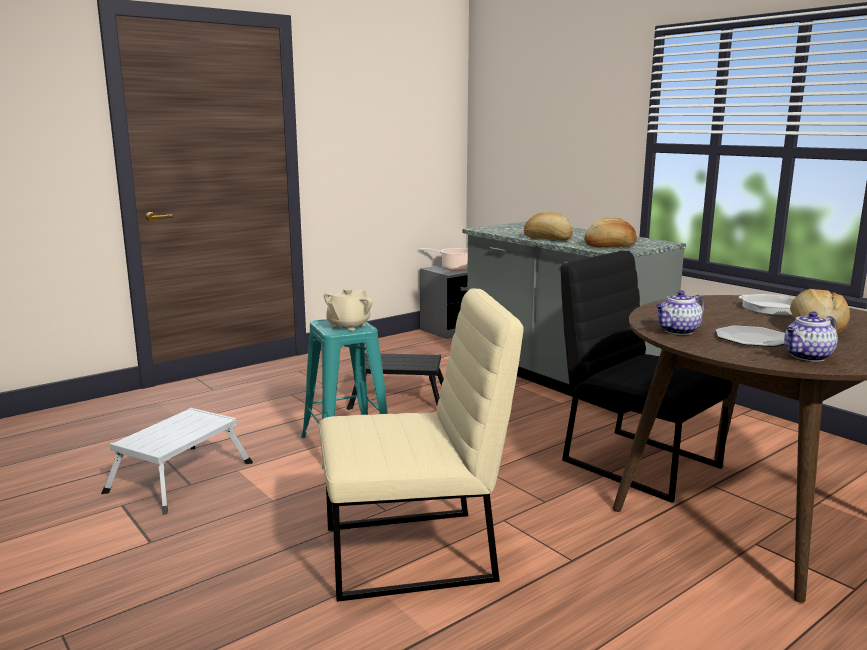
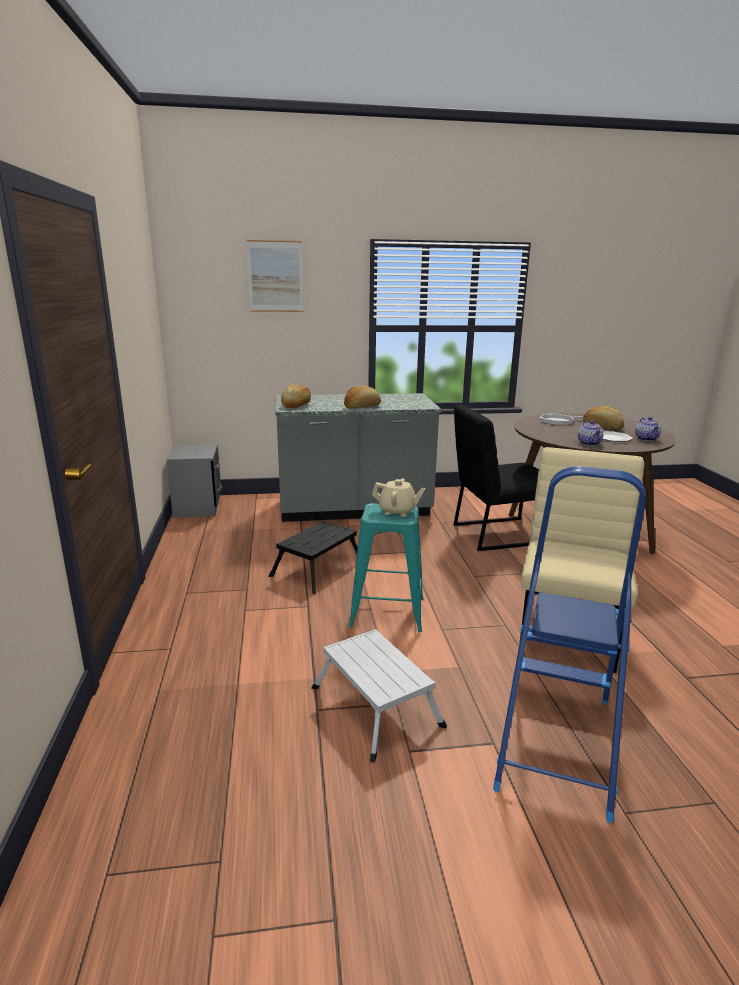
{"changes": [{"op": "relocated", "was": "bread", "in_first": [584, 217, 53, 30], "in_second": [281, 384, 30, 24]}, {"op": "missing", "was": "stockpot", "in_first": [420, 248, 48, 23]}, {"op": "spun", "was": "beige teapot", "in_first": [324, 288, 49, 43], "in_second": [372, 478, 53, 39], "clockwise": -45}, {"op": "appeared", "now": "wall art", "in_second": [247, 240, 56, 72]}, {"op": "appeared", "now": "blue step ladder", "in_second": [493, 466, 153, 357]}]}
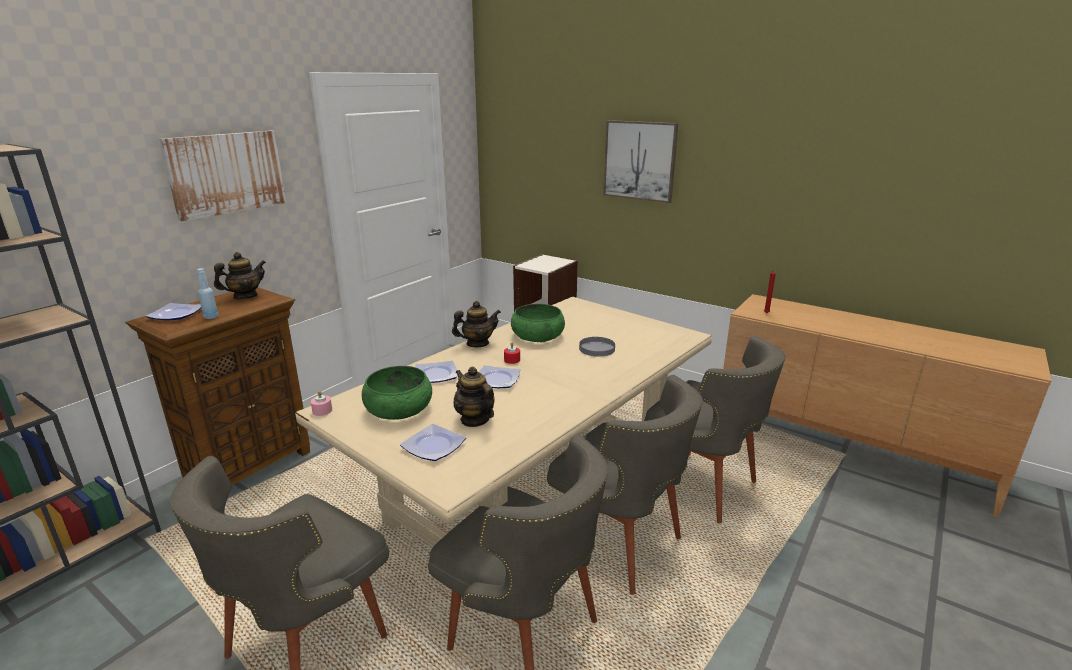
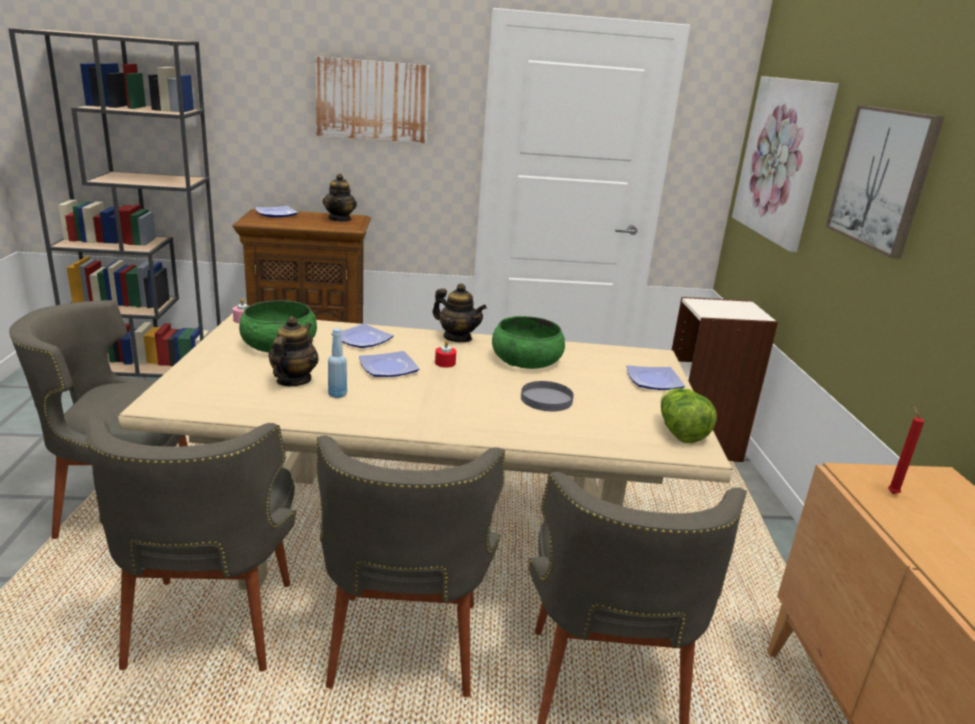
{"changes": [{"op": "spun", "was": "teapot", "in_first": [214, 252, 52, 47], "in_second": [323, 174, 34, 48], "clockwise": 75}, {"op": "relocated", "was": "blue bottle", "in_first": [197, 268, 21, 51], "in_second": [328, 328, 19, 70]}, {"op": "relocated", "was": "dinner plate", "in_first": [400, 424, 66, 37], "in_second": [627, 365, 58, 25]}, {"op": "appeared", "now": "wall art", "in_second": [732, 76, 107, 176]}, {"op": "appeared", "now": "lettuce", "in_second": [661, 388, 56, 55]}]}
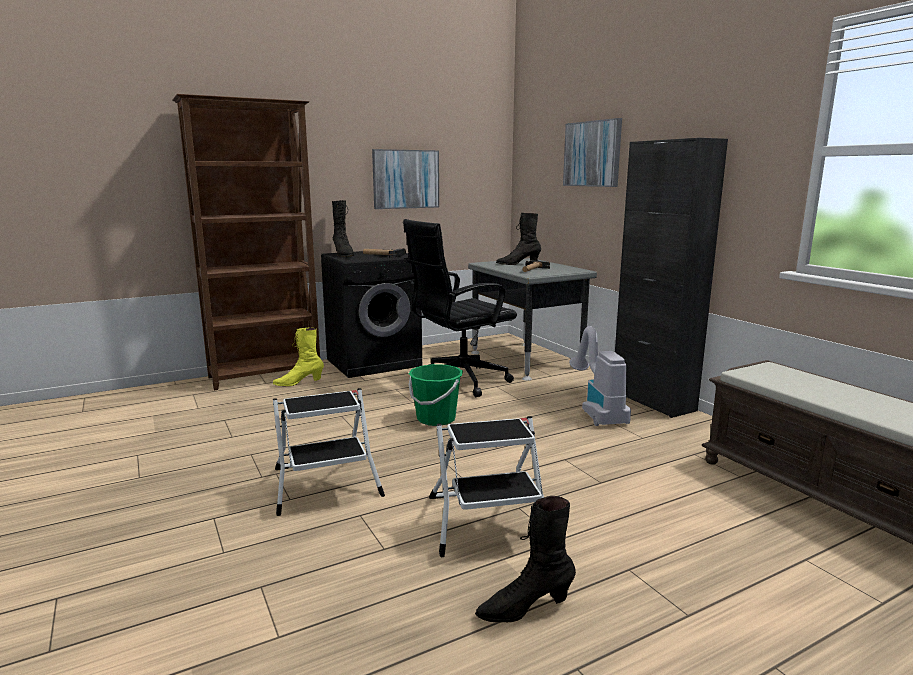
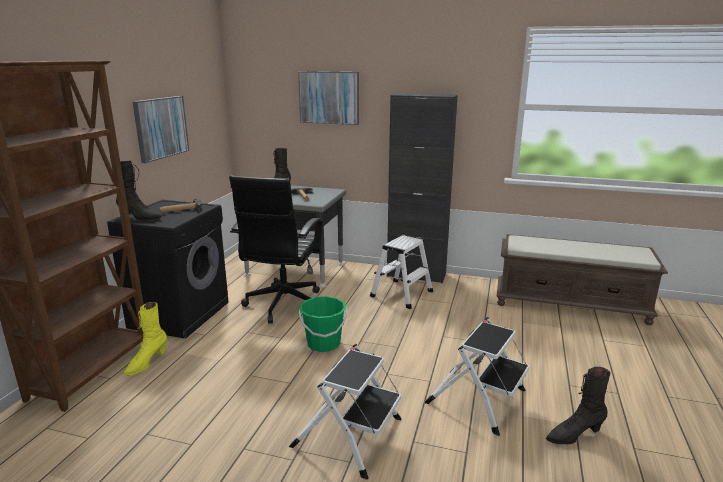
{"changes": [{"op": "exchanged", "was": "vacuum", "now": "white step ladder", "in_first": [569, 326, 62, 100], "in_second": [370, 234, 63, 75]}, {"op": "spun", "was": "blackish boot", "in_first": [475, 496, 101, 127], "in_second": [546, 367, 64, 77], "clockwise": 45}]}
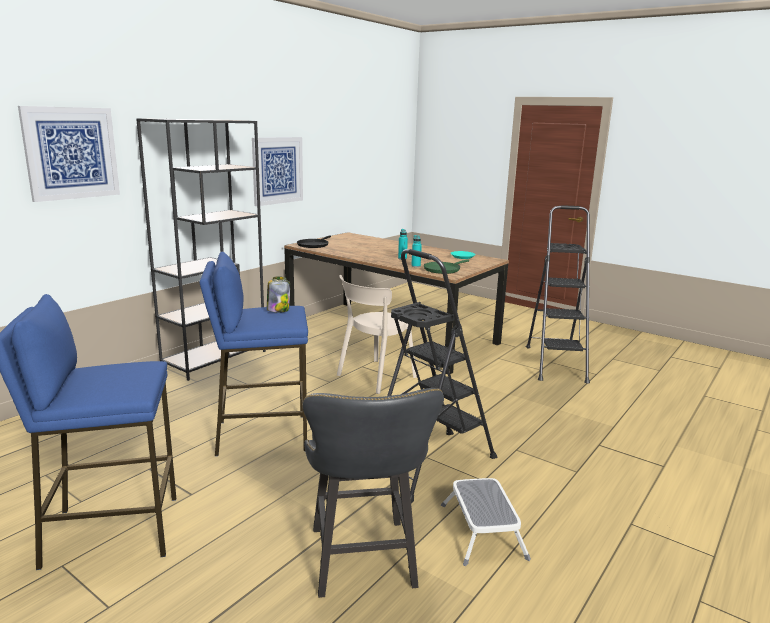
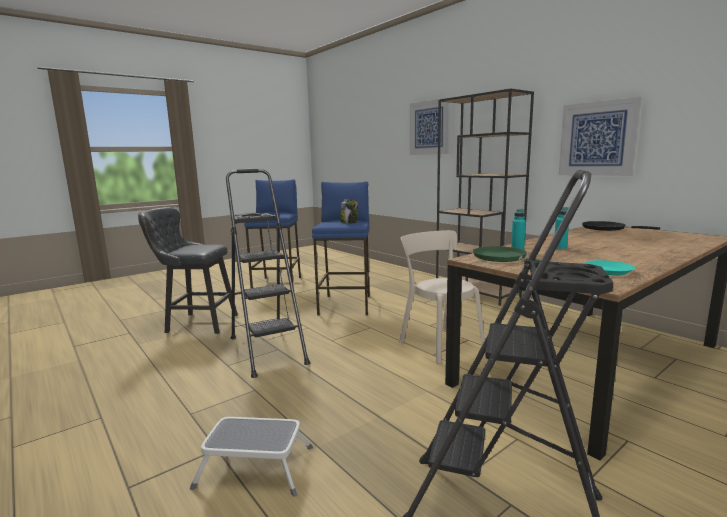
{"changes": [{"op": "relocated", "was": "grey step ladder", "in_first": [441, 478, 90, 88], "in_second": [190, 417, 123, 80]}]}
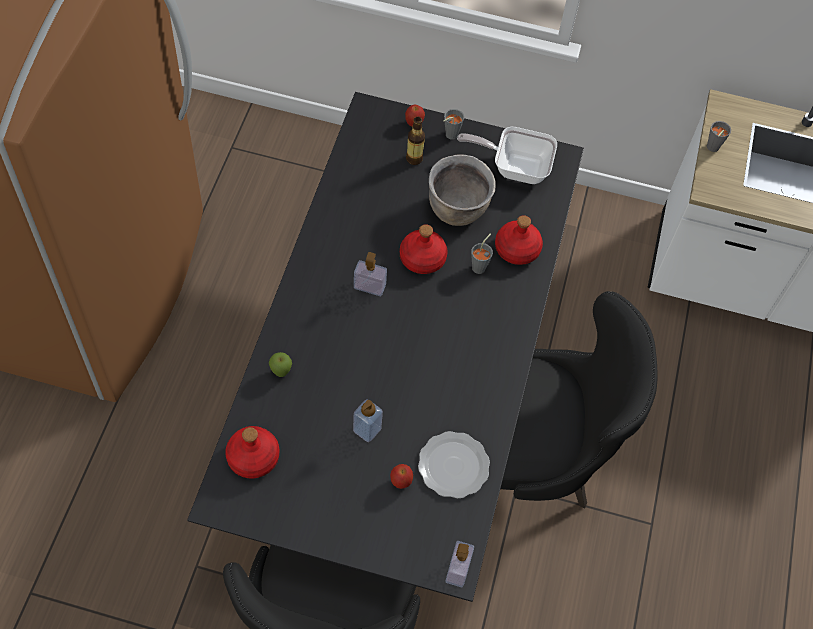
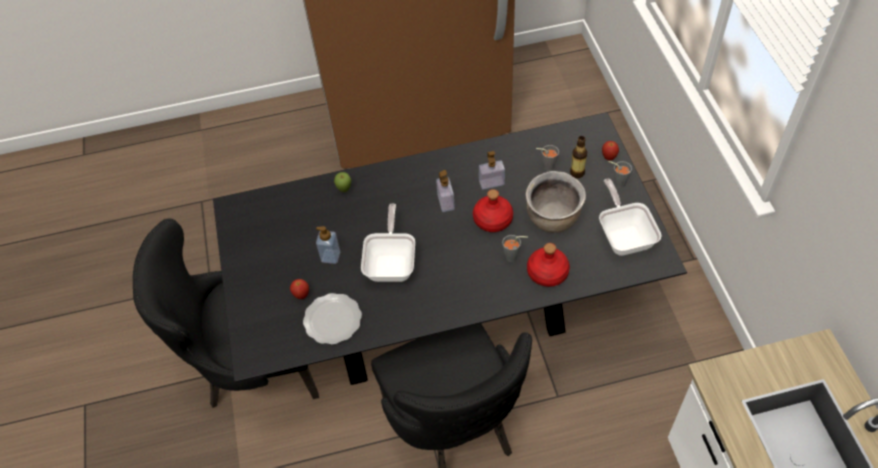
{"changes": [{"op": "relocated", "was": "grey small cup", "in_first": [707, 121, 24, 31], "in_second": [536, 145, 23, 26]}, {"op": "missing", "was": "red-coloured bottle", "in_first": [225, 426, 54, 52]}, {"op": "relocated", "was": "soap dispenser", "in_first": [446, 541, 28, 46], "in_second": [479, 151, 26, 39]}, {"op": "appeared", "now": "pan", "in_second": [361, 204, 54, 78]}]}
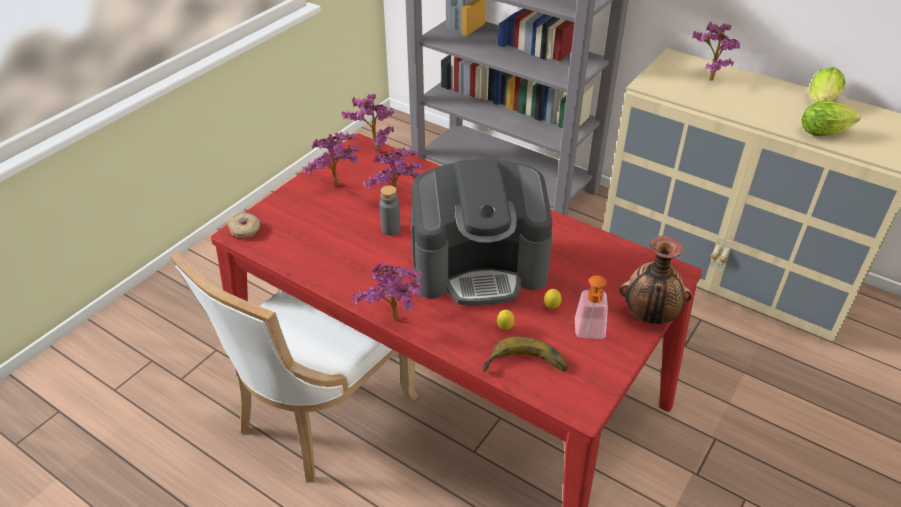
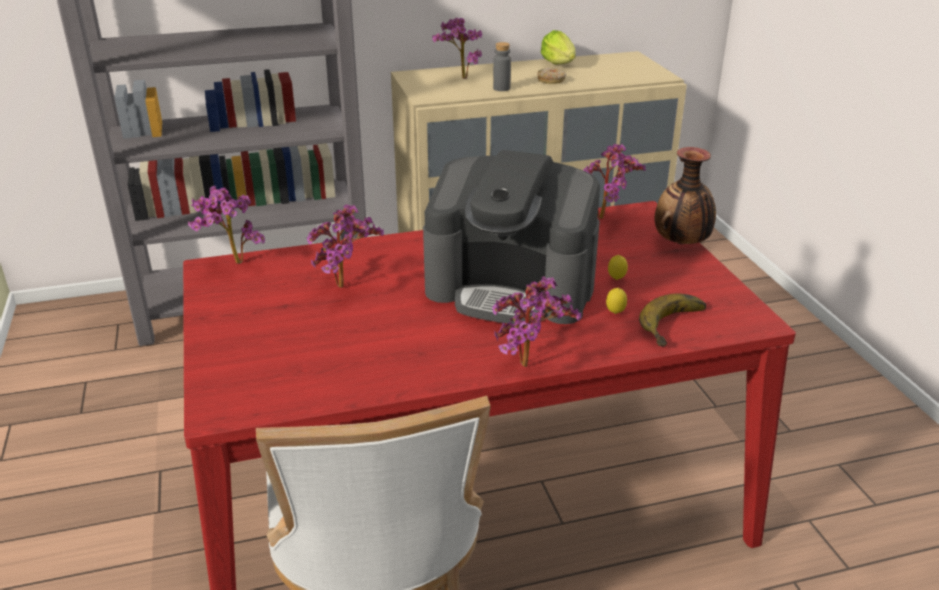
{"changes": [{"op": "missing", "was": "lettuce", "in_first": [802, 101, 58, 35]}, {"op": "relocated", "was": "houseplant", "in_first": [303, 132, 57, 54], "in_second": [583, 144, 63, 75]}, {"op": "spun", "was": "coffee brewer", "in_first": [411, 159, 142, 147], "in_second": [423, 150, 177, 174], "clockwise": 75}, {"op": "relocated", "was": "grey bottle", "in_first": [380, 185, 21, 51], "in_second": [493, 42, 18, 49]}, {"op": "relocated", "was": "donut", "in_first": [228, 213, 32, 25], "in_second": [537, 68, 29, 16]}, {"op": "missing", "was": "soap dispenser", "in_first": [575, 275, 33, 64]}]}
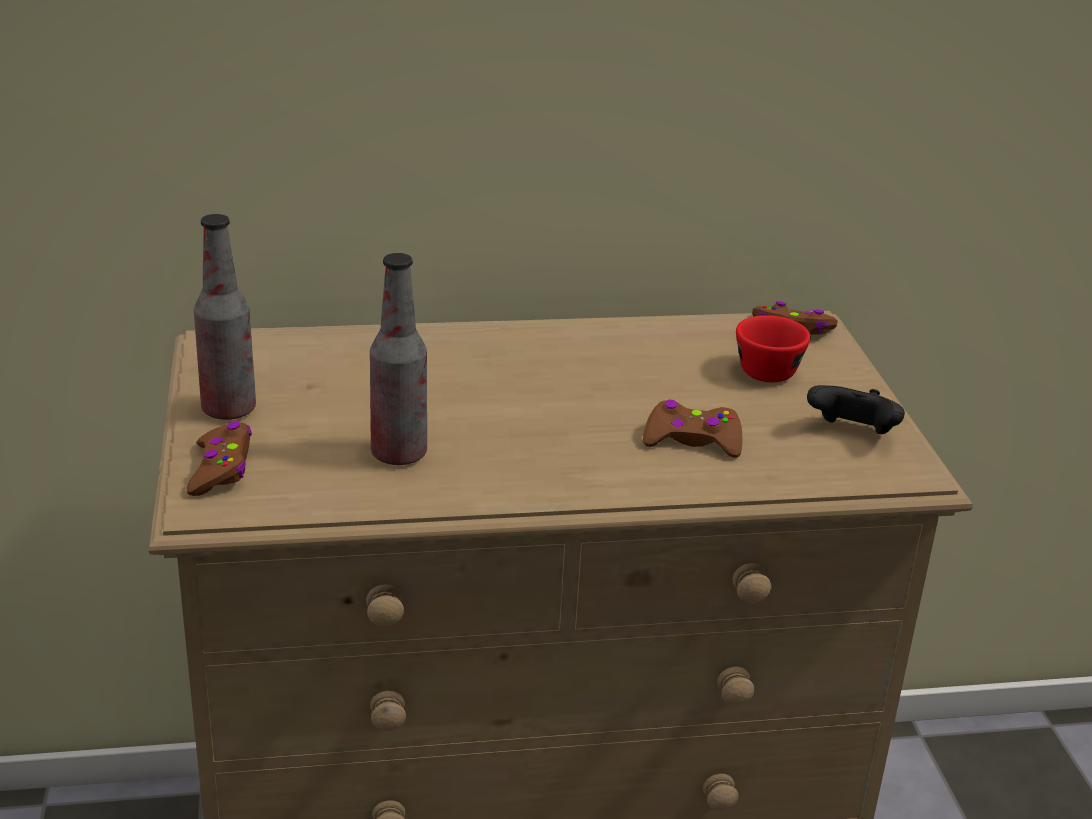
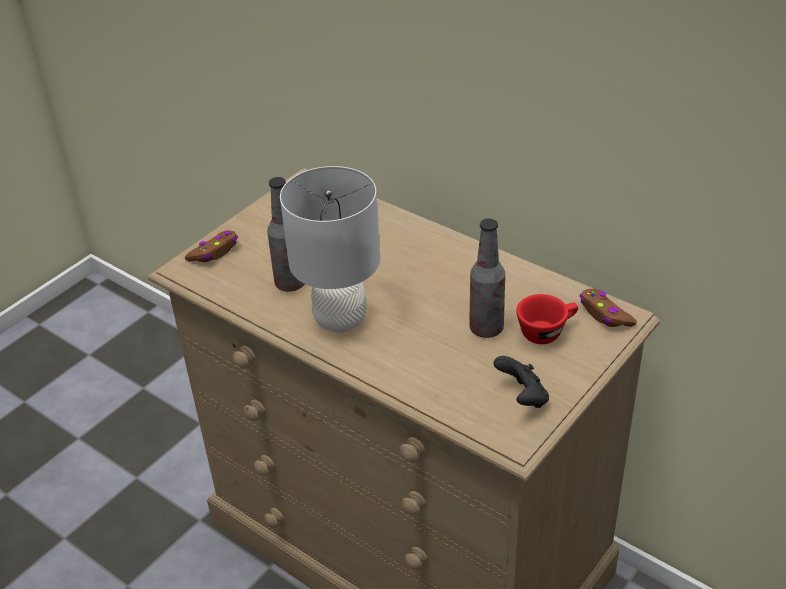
{"changes": [{"op": "relocated", "was": "bottle", "in_first": [194, 214, 62, 206], "in_second": [469, 218, 36, 120]}, {"op": "missing", "was": "brown-coloured gamepad", "in_first": [643, 399, 99, 59]}, {"op": "appeared", "now": "grey tabletop lamp", "in_second": [280, 166, 100, 167]}]}
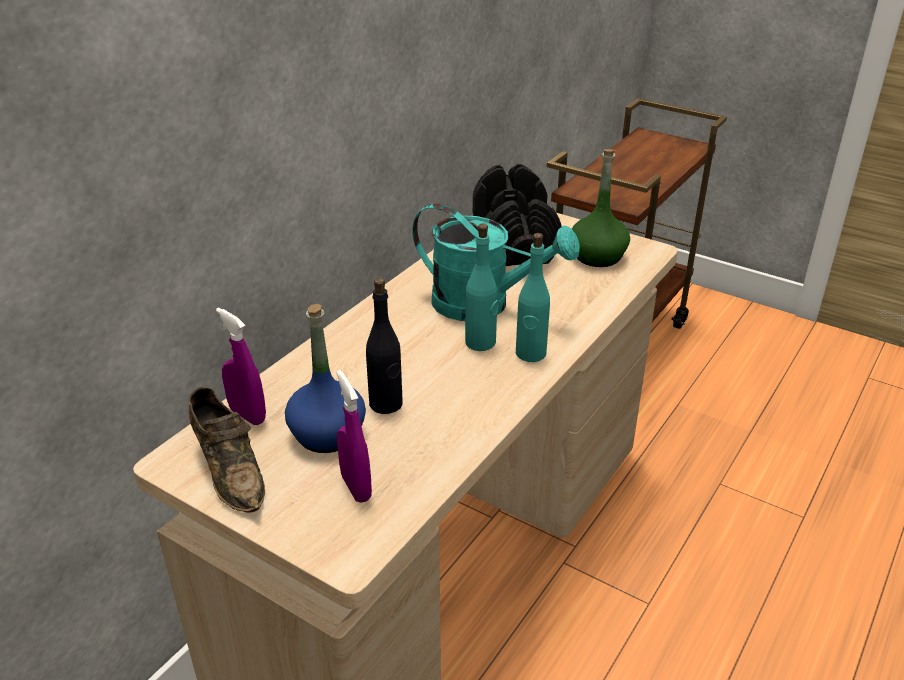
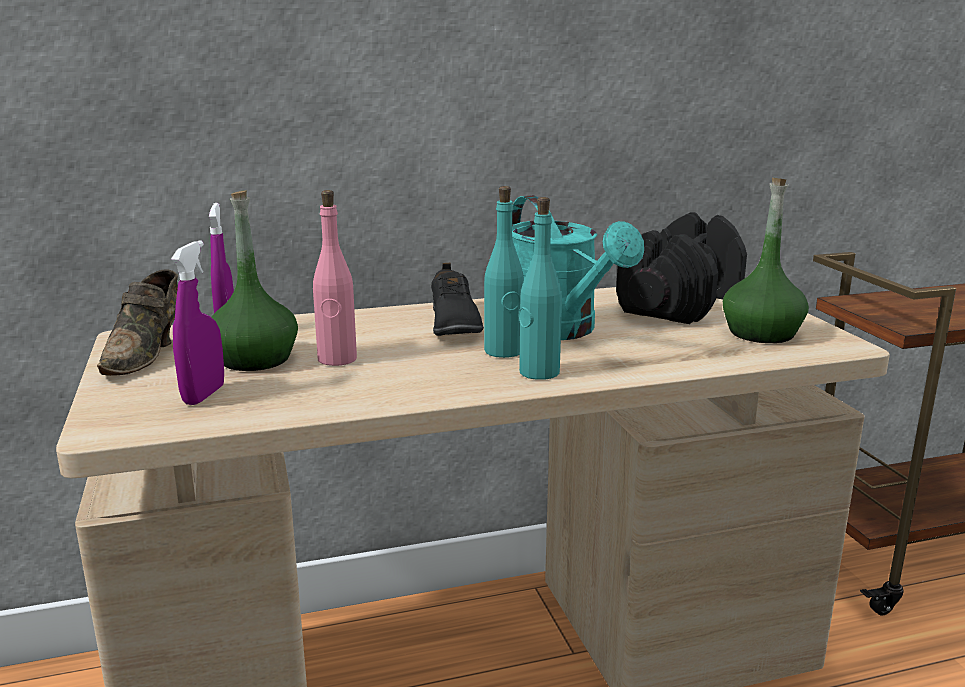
{"changes": [{"op": "colour", "was": "blackish bottle", "now": "pinkish bottle", "in_first": [366, 278, 37, 136], "in_second": [313, 190, 44, 176]}, {"op": "colour", "was": "blue bottle", "now": "green bottle", "in_first": [285, 304, 81, 149], "in_second": [212, 190, 86, 181]}, {"op": "appeared", "now": "blackish item of footwear", "in_second": [431, 263, 53, 73]}]}
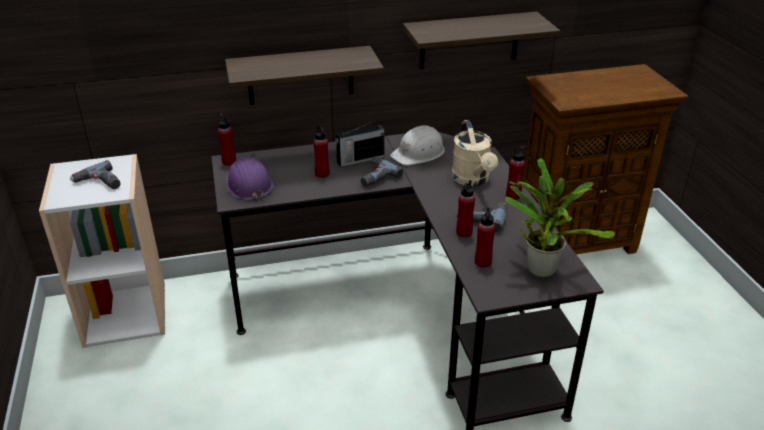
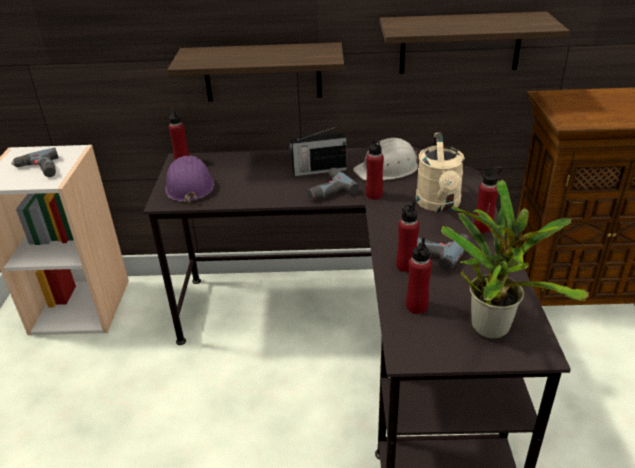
{"changes": [{"op": "relocated", "was": "red-coloured bottle", "in_first": [313, 125, 16, 53], "in_second": [366, 137, 18, 63]}]}
